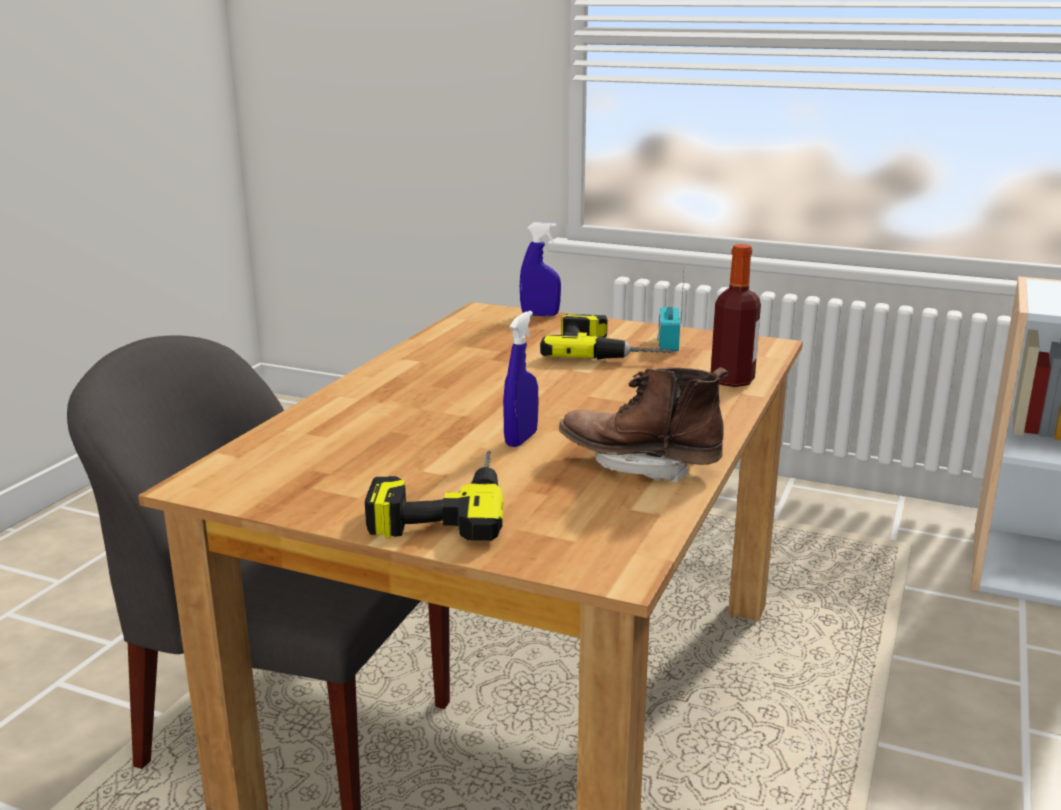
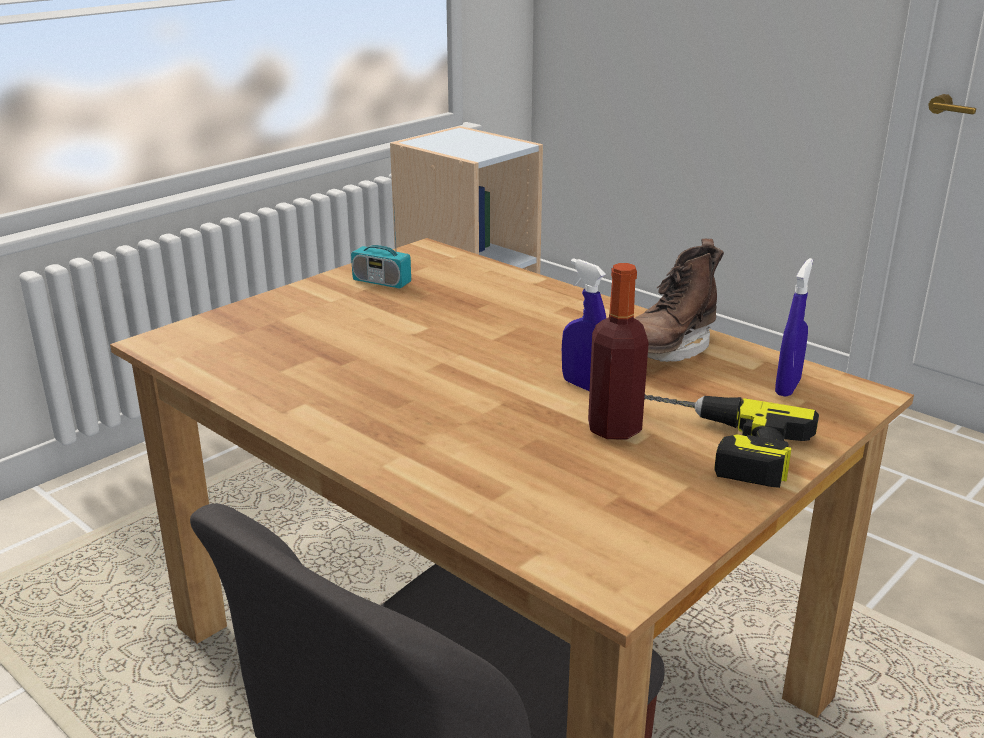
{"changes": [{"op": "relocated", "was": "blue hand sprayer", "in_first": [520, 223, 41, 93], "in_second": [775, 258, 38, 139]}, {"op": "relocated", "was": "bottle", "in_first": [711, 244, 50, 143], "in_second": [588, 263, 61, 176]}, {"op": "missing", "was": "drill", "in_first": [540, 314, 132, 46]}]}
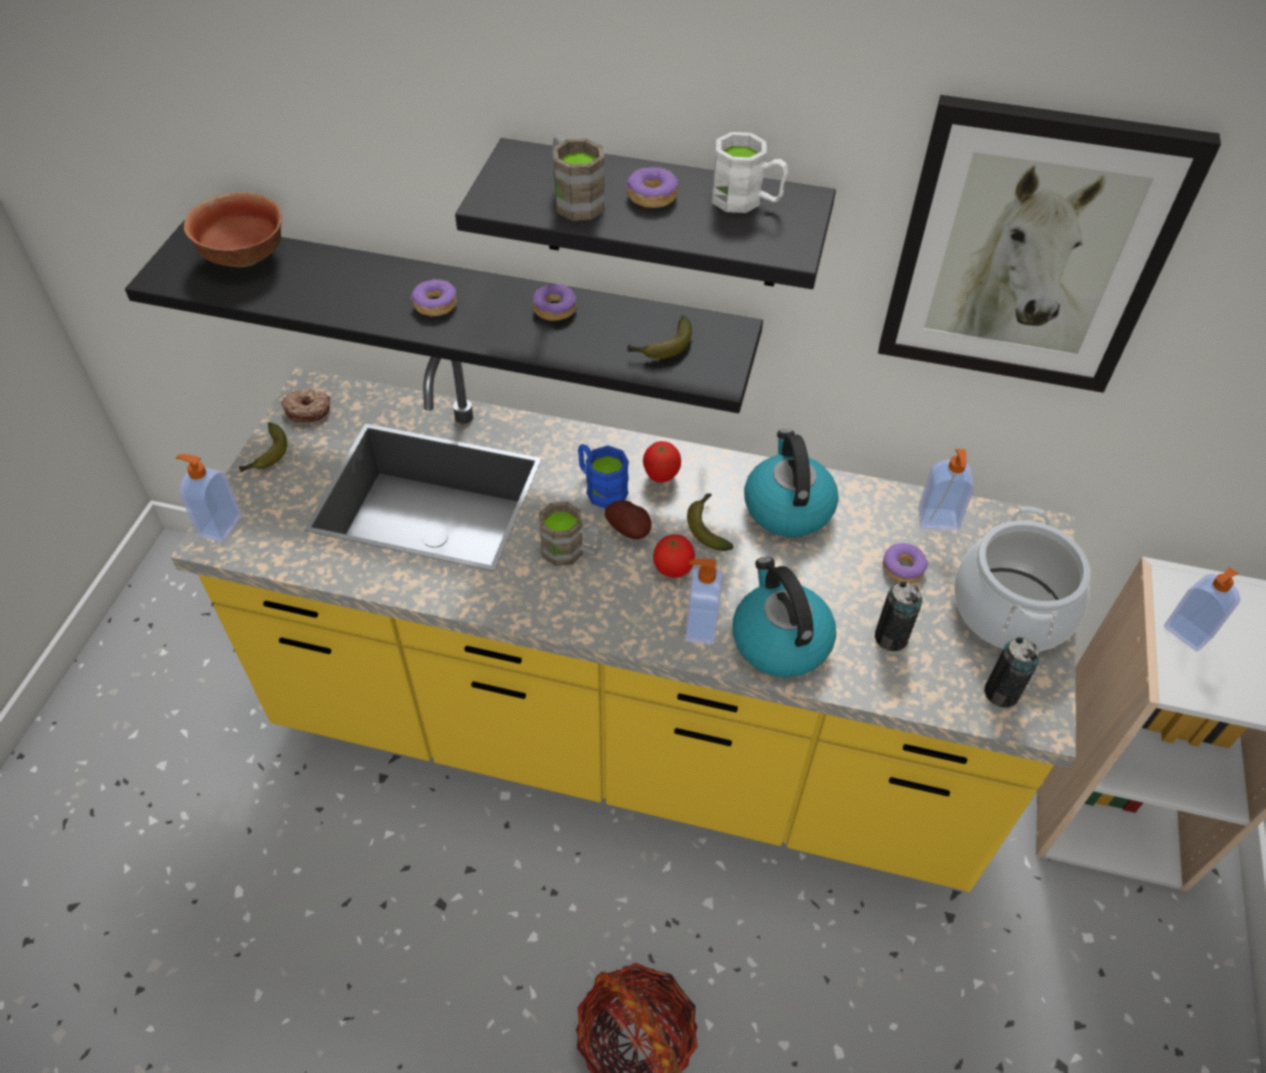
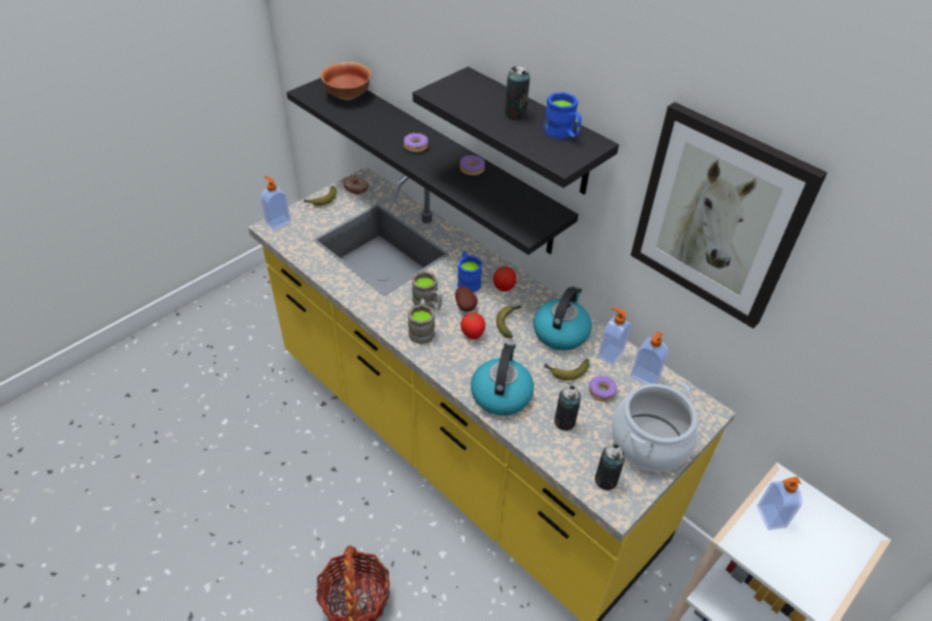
{"changes": [{"op": "colour", "was": "white tea mug", "now": "blue tea mug", "in_first": [712, 132, 76, 81], "in_second": [543, 92, 39, 47]}, {"op": "relocated", "was": "brown-coloured tea mug", "in_first": [552, 135, 53, 86], "in_second": [408, 299, 27, 45]}, {"op": "exchanged", "was": "donut", "now": "metal can", "in_first": [626, 166, 52, 42], "in_second": [505, 66, 25, 55]}, {"op": "relocated", "was": "banana fruit", "in_first": [627, 315, 65, 44], "in_second": [544, 359, 46, 21]}, {"op": "relocated", "was": "soap dispenser", "in_first": [686, 559, 37, 86], "in_second": [598, 307, 33, 58]}]}
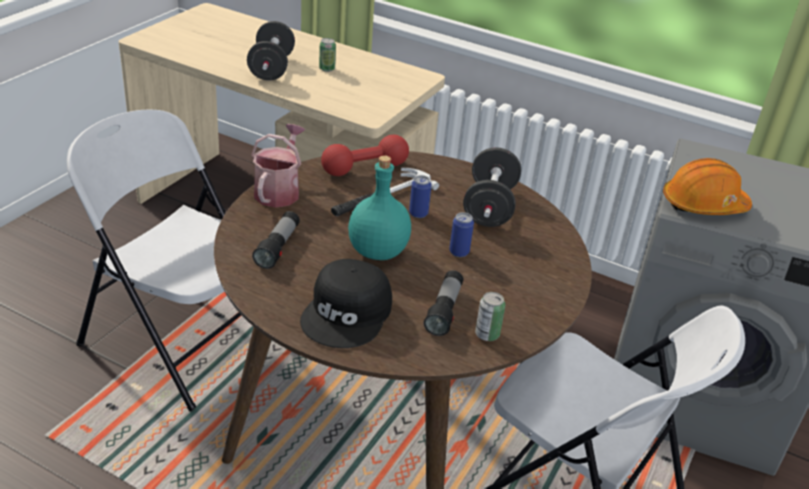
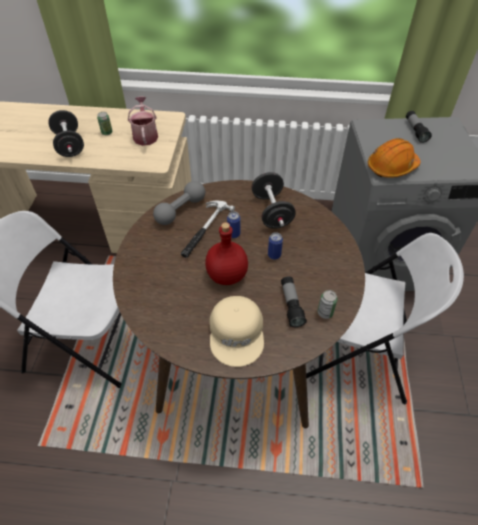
{"changes": [{"op": "relocated", "was": "watering pot", "in_first": [251, 124, 54, 84], "in_second": [128, 97, 30, 49]}, {"op": "colour", "was": "red-coloured free weight", "now": "grey free weight", "in_first": [321, 135, 88, 41], "in_second": [153, 181, 52, 44]}, {"op": "colour", "was": "turquoise-coloured bottle", "now": "red-coloured bottle", "in_first": [348, 155, 63, 105], "in_second": [205, 222, 43, 63]}, {"op": "relocated", "was": "flashlight", "in_first": [252, 211, 48, 58], "in_second": [406, 111, 26, 32]}, {"op": "colour", "was": "blackish cap", "now": "beige cap", "in_first": [300, 259, 92, 89], "in_second": [210, 296, 54, 71]}]}
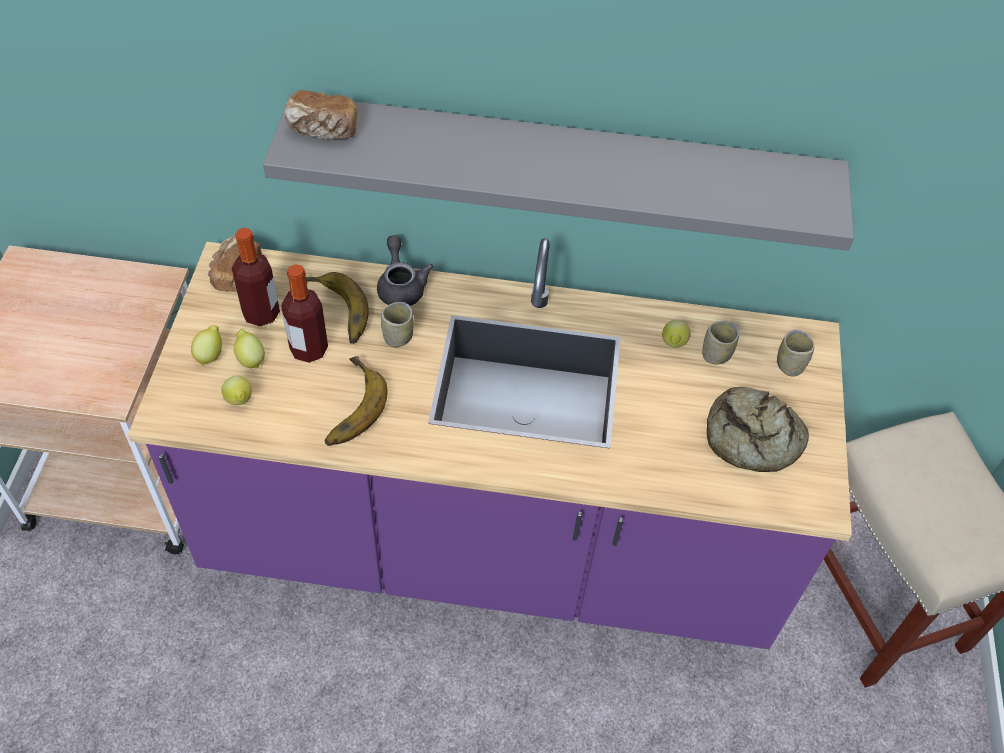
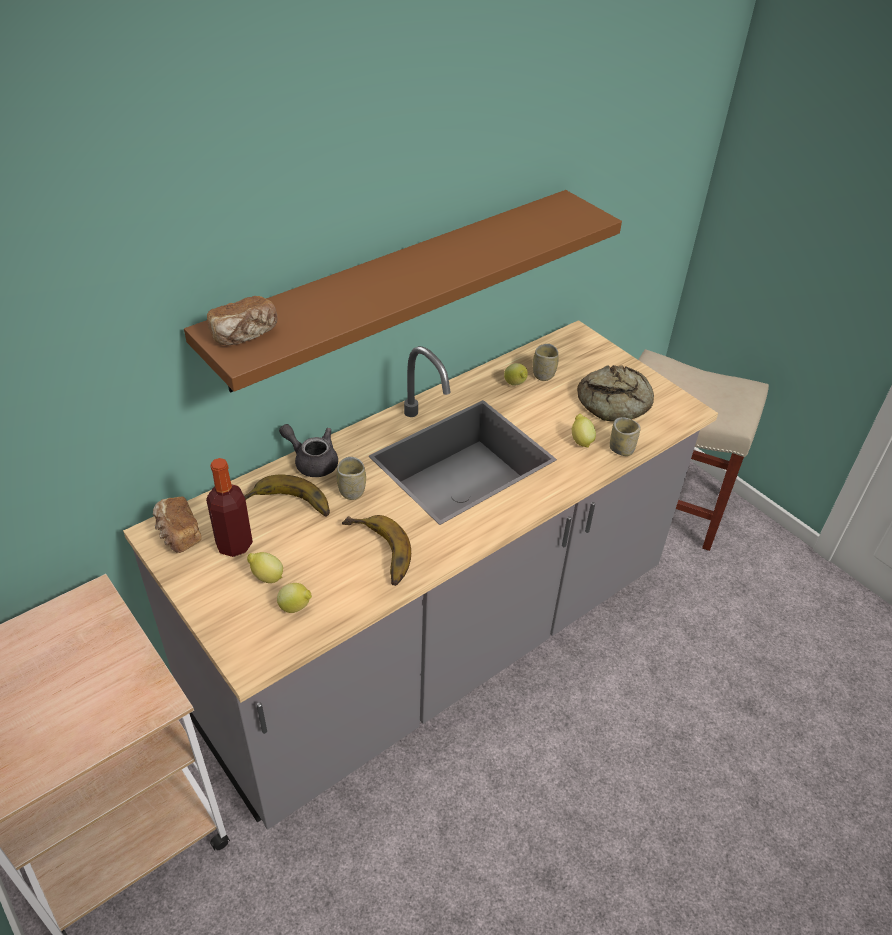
{"changes": [{"op": "colour", "was": "grey shelf", "now": "brown-coloured shelf", "in_first": [263, 94, 591, 157], "in_second": [184, 190, 438, 203]}, {"op": "colour", "was": "purple kitchen base unit", "now": "grey kitchen base unit", "in_first": [128, 238, 724, 411], "in_second": [123, 320, 595, 510]}, {"op": "missing", "was": "bottle", "in_first": [281, 264, 47, 99]}, {"op": "relocated", "was": "citrus fruit", "in_first": [191, 325, 31, 41], "in_second": [572, 414, 24, 34]}, {"op": "relocated", "was": "small cup", "in_first": [777, 330, 37, 47], "in_second": [610, 417, 31, 39]}]}
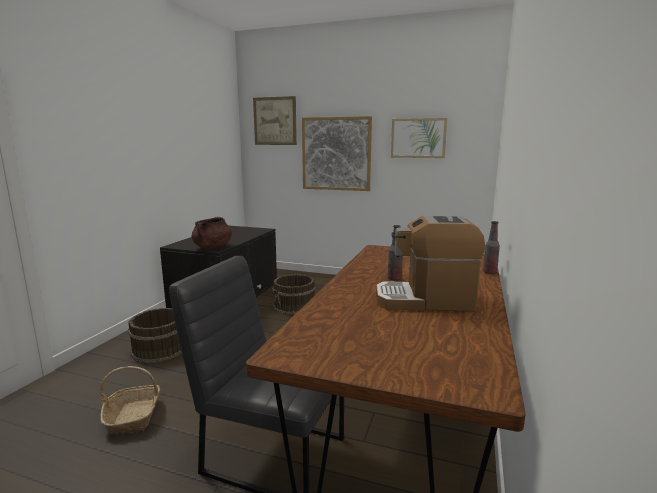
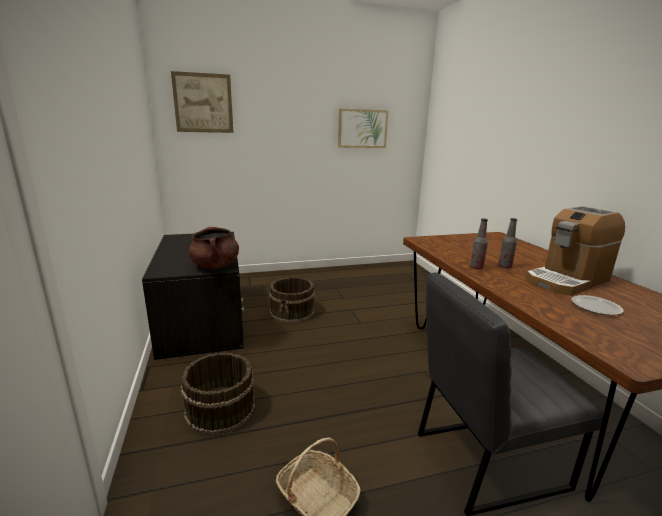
{"changes": [{"op": "missing", "was": "wall art", "in_first": [302, 116, 70, 75]}, {"op": "relocated", "was": "bottle", "in_first": [483, 221, 17, 53], "in_second": [470, 219, 18, 50]}, {"op": "appeared", "now": "dinner plate", "in_second": [571, 295, 52, 20]}]}
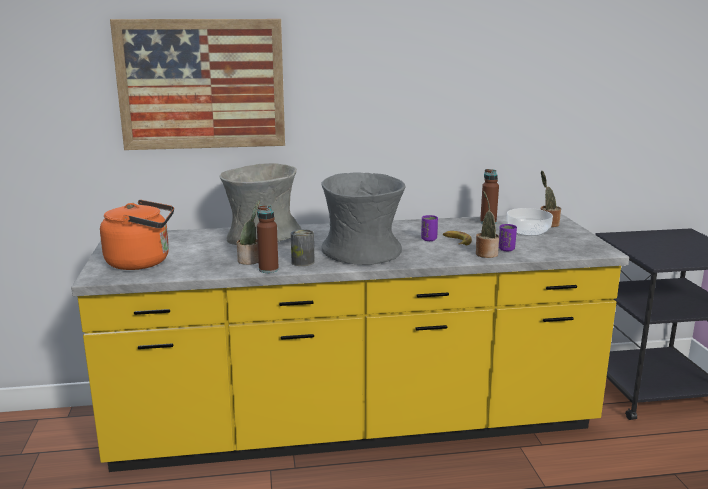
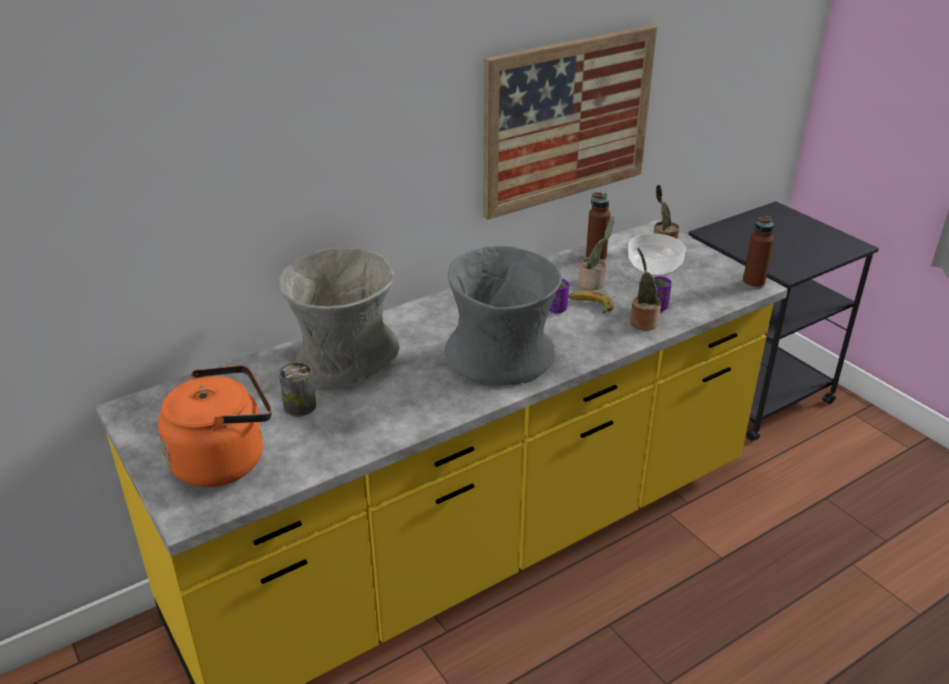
{"changes": [{"op": "relocated", "was": "wall art", "in_first": [110, 19, 175, 131], "in_second": [483, 25, 174, 195]}, {"op": "relocated", "was": "houseplant", "in_first": [237, 200, 23, 65], "in_second": [578, 216, 36, 74]}, {"op": "relocated", "was": "brown-coloured bottle", "in_first": [257, 206, 22, 67], "in_second": [742, 216, 32, 73]}, {"op": "relocated", "was": "metal can", "in_first": [291, 229, 24, 37], "in_second": [279, 362, 37, 55]}]}
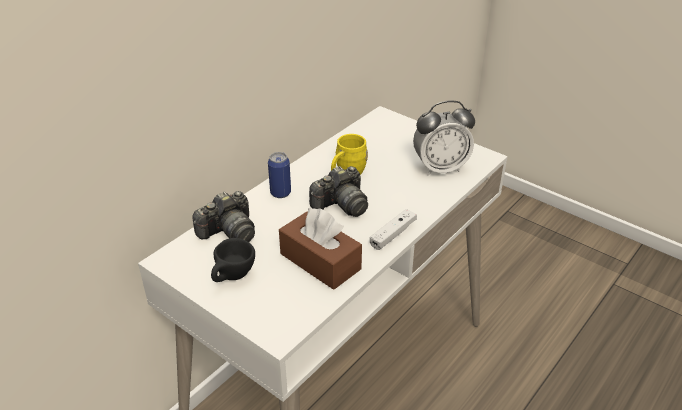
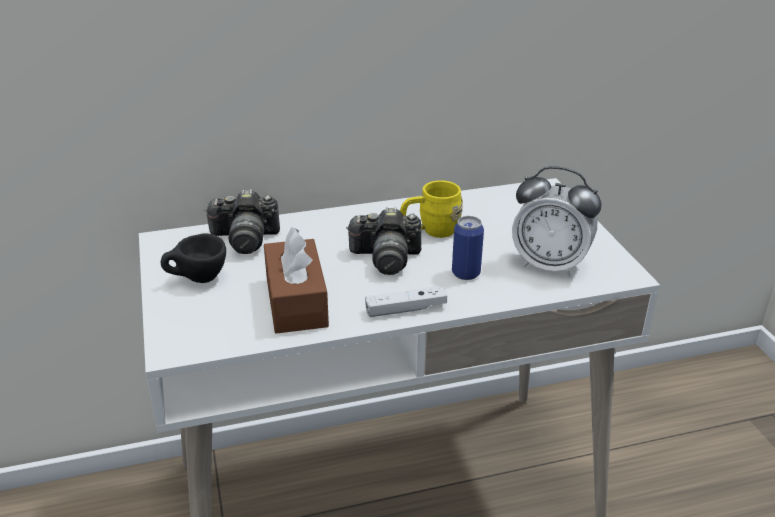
{"changes": [{"op": "relocated", "was": "metal can", "in_first": [268, 152, 23, 46], "in_second": [452, 216, 32, 64]}]}
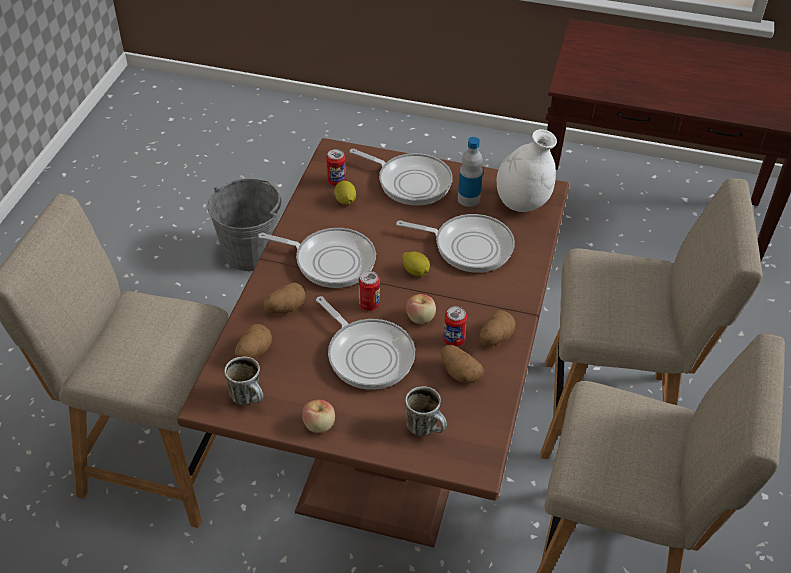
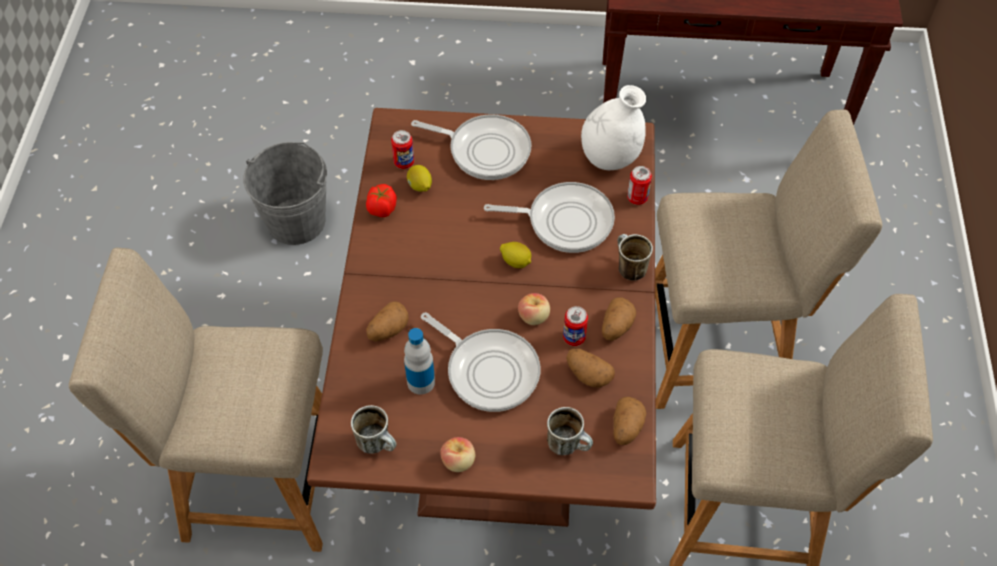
{"changes": [{"op": "relocated", "was": "bottle", "in_first": [458, 137, 25, 70], "in_second": [404, 328, 31, 67]}, {"op": "missing", "was": "pan", "in_first": [258, 228, 118, 60]}, {"op": "relocated", "was": "metal can", "in_first": [359, 271, 21, 40], "in_second": [627, 166, 25, 39]}, {"op": "relocated", "was": "whole potato", "in_first": [235, 324, 37, 35], "in_second": [613, 397, 34, 48]}, {"op": "appeared", "now": "tomato", "in_second": [366, 184, 31, 33]}, {"op": "appeared", "now": "tea mug", "in_second": [618, 234, 35, 47]}]}
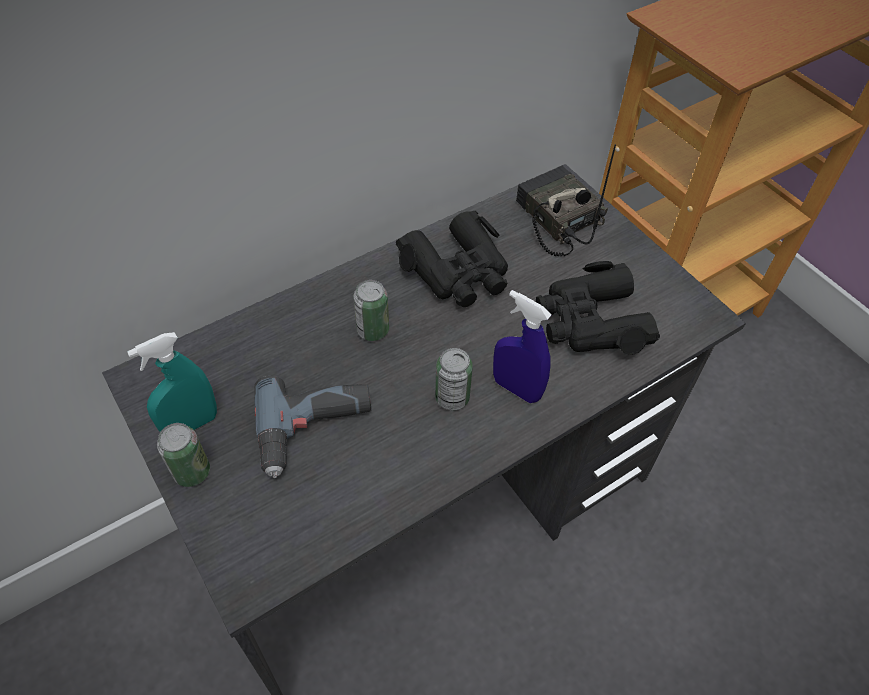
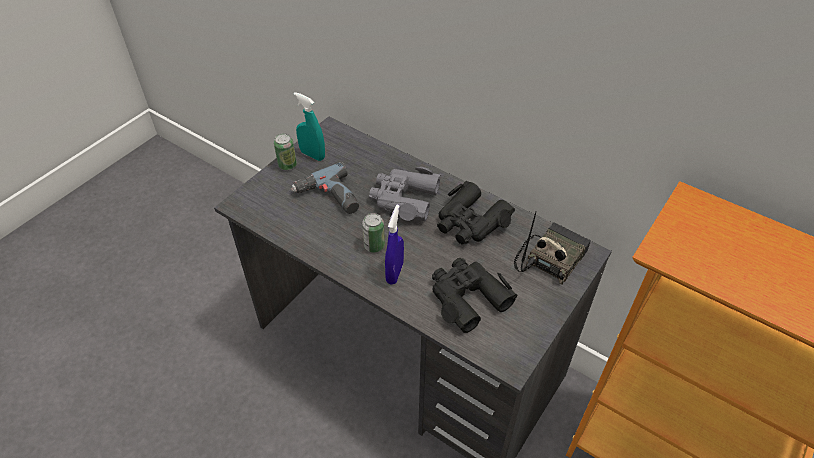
{"changes": [{"op": "exchanged", "was": "metal can", "now": "grey pair of binoculars", "in_first": [353, 280, 36, 61], "in_second": [369, 166, 72, 55]}]}
